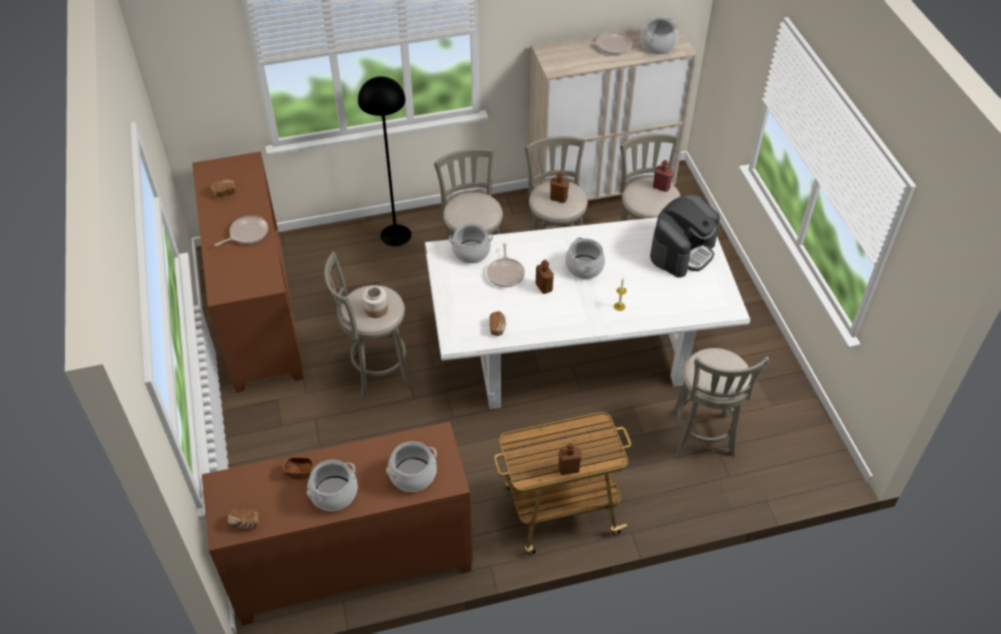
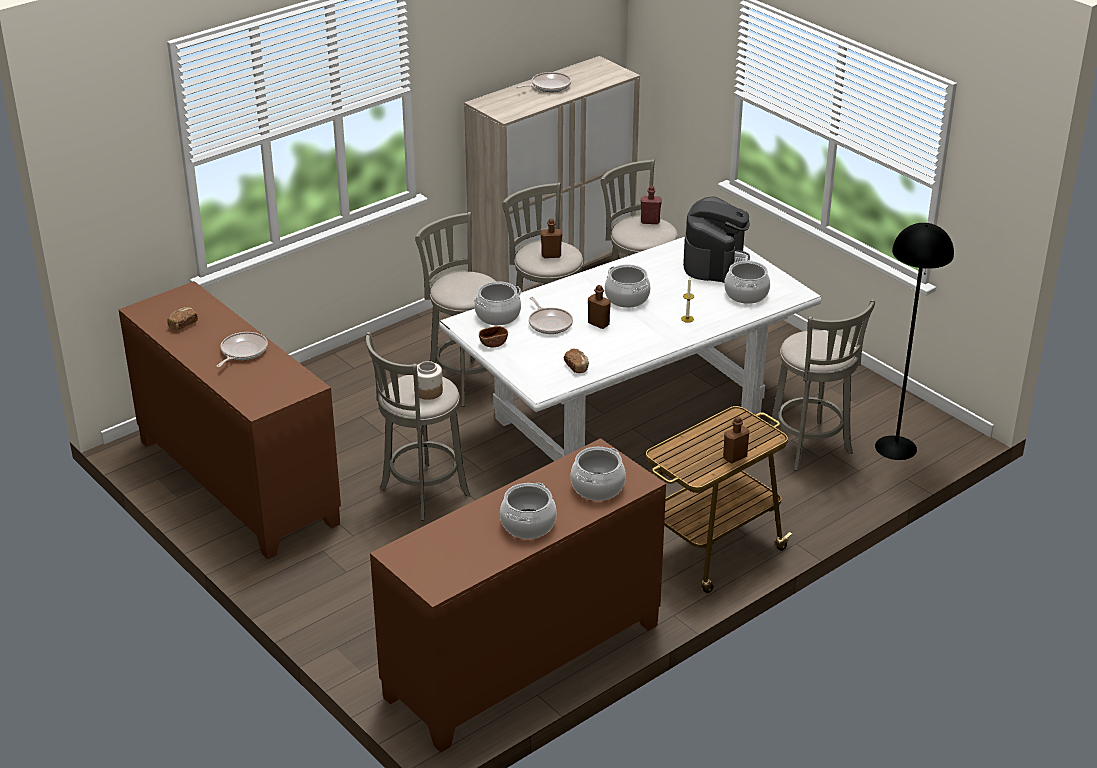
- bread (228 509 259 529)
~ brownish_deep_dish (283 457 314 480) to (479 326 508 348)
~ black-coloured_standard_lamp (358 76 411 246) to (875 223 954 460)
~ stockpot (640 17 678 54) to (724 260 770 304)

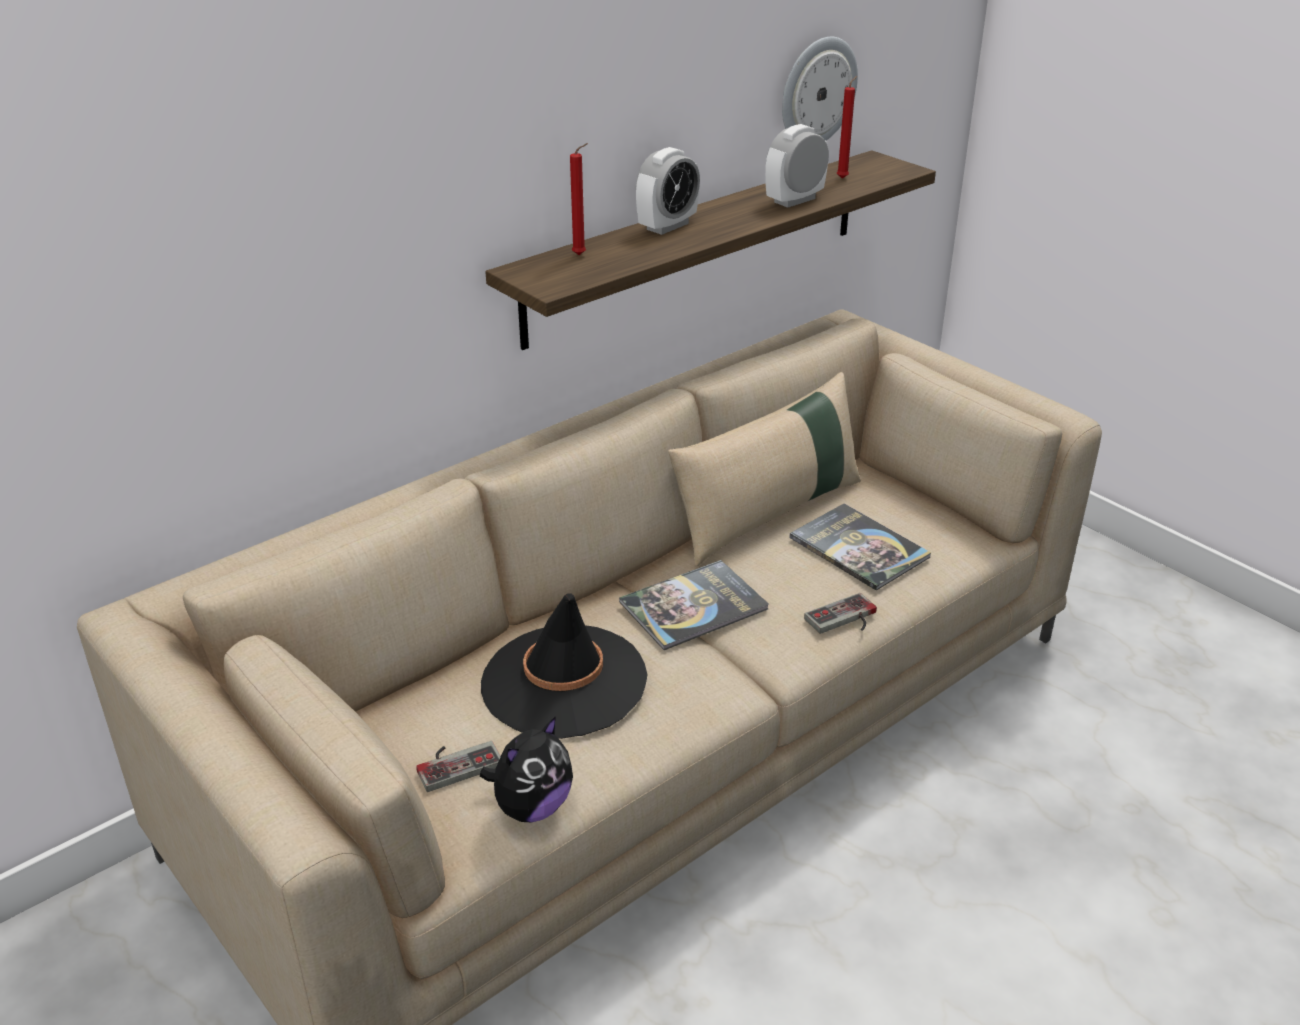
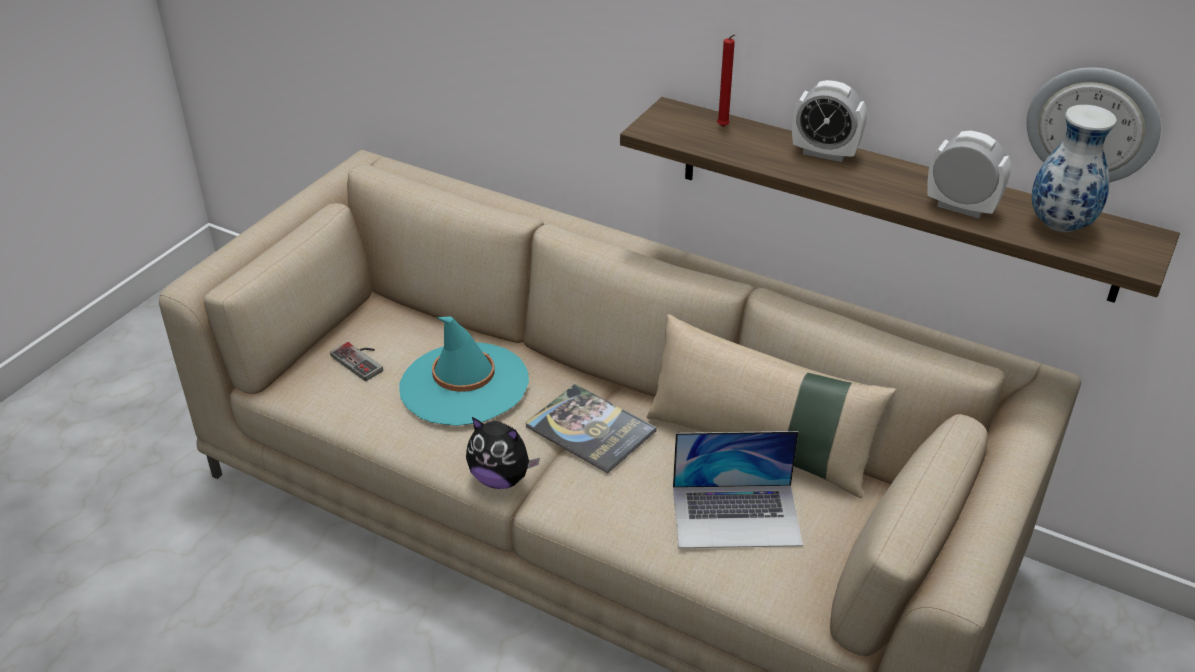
~ soft_toy (480 716 573 822) to (466 417 540 489)
~ black-coloured_wearable_hat (481 593 647 739) to turquoise_wearable_hat (399 317 529 426)
~ bound_book (789 503 931 590) to portable_computer (673 431 803 548)
- game_controller (804 593 877 634)
~ red_wax_candle (837 76 857 179) to decorative_vase (1032 105 1117 232)

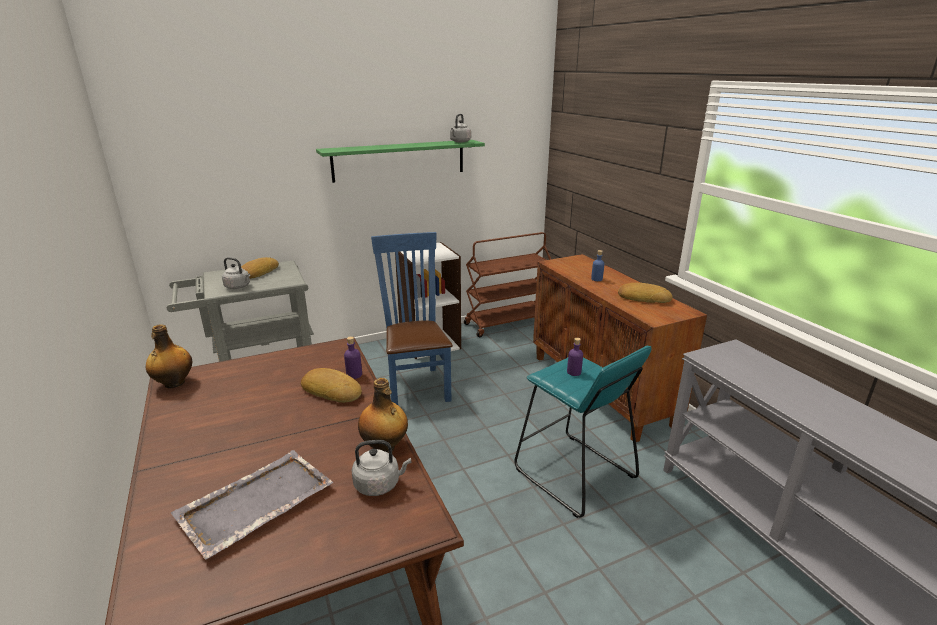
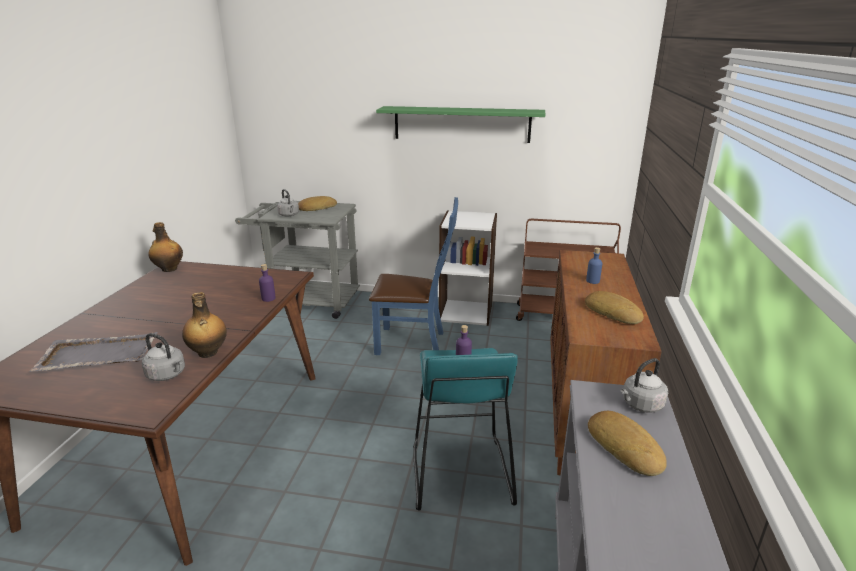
~ bread (301 368 362 403) to (588 411 667 476)
~ bluish_upright_chair (371 232 453 405) = (369 197 458 355) 75 degrees clockwise
~ gray_tea_kettle (450 114 471 142) to (621 358 668 413)

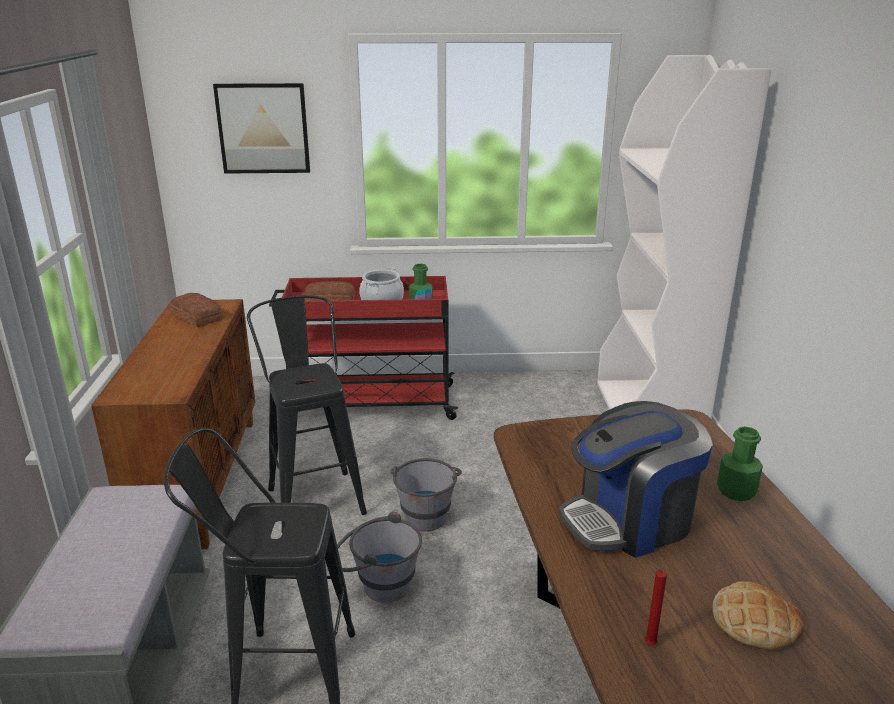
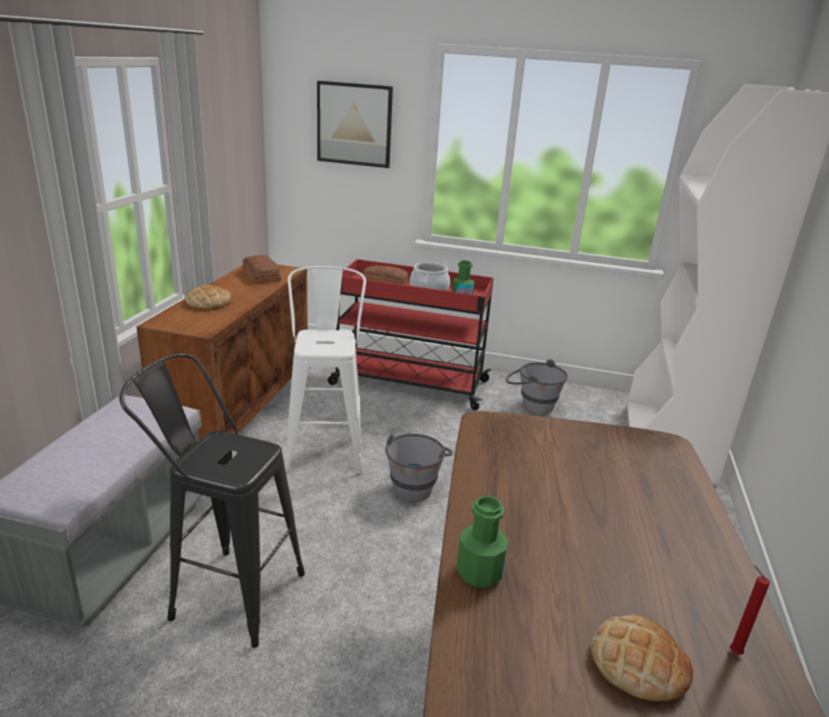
~ black-coloured_stool (247 295 367 533) to white_stool (285 266 366 474)
~ gray_water_bucket (337 512 422 603) to (506 359 568 414)
- coffee_maker (559 401 713 558)
~ red_wax_candle (645 562 667 645) to (730 565 770 655)
~ green_beverage_bottle (717 426 763 501) to (456 496 508 588)
+ bread (186 285 232 309)

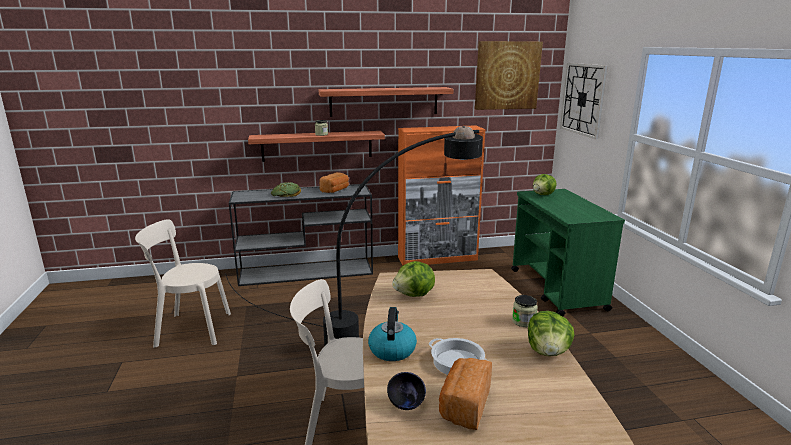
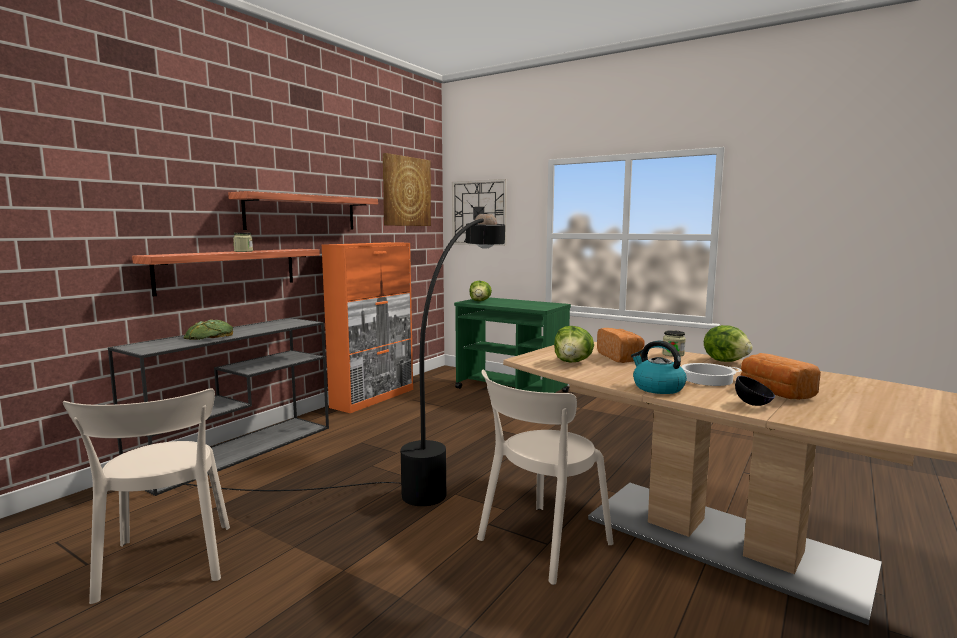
~ beige_upright_chair (135 219 231 348) = (63 388 230 604) 60 degrees counterclockwise
~ bread (319 172 349 193) to (597 328 645 363)

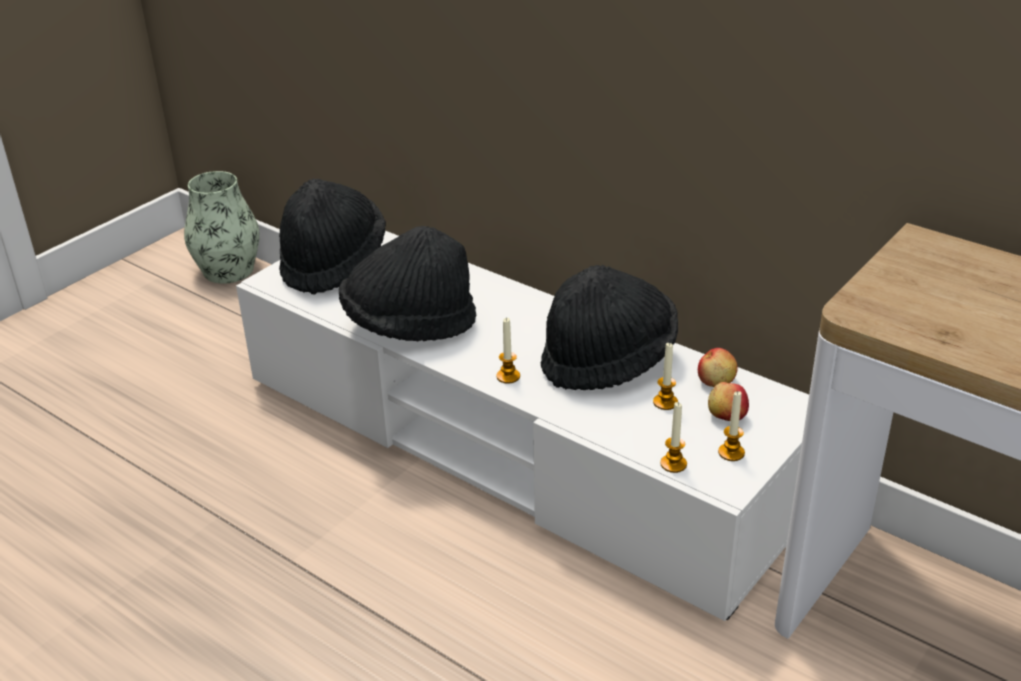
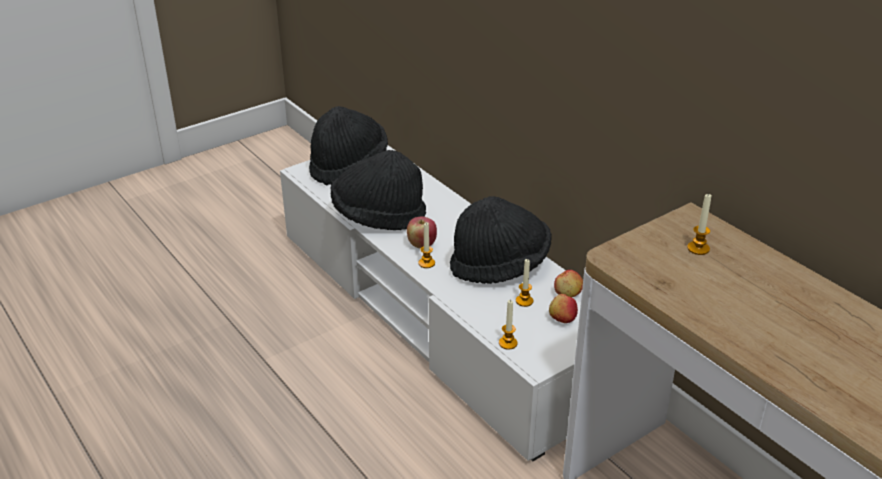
- decorative_vase (184 171 260 284)
~ wax_candle (718 391 745 461) to (687 193 712 255)
+ apple (407 217 437 249)

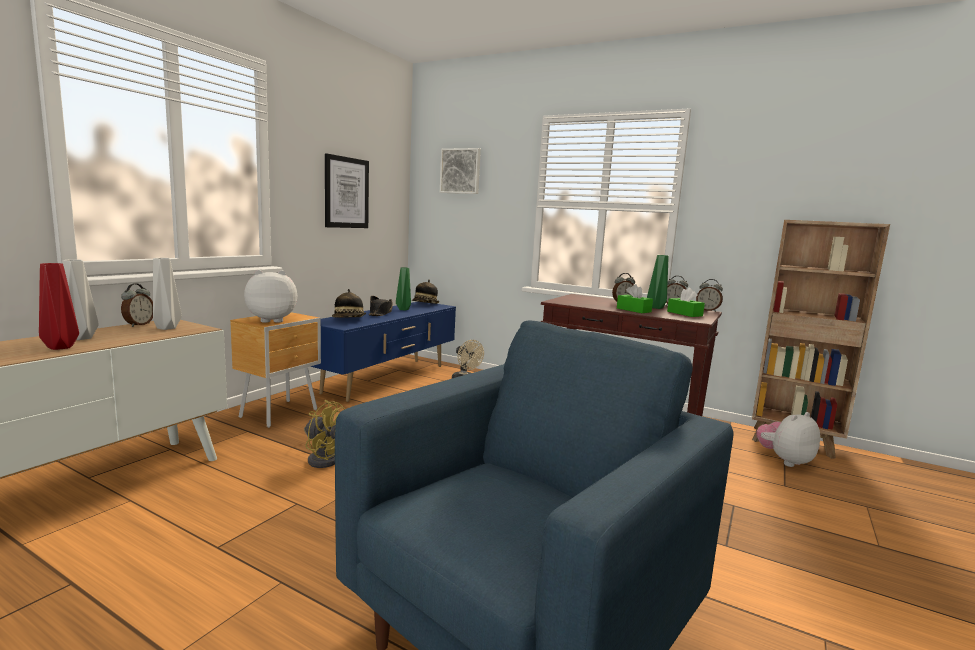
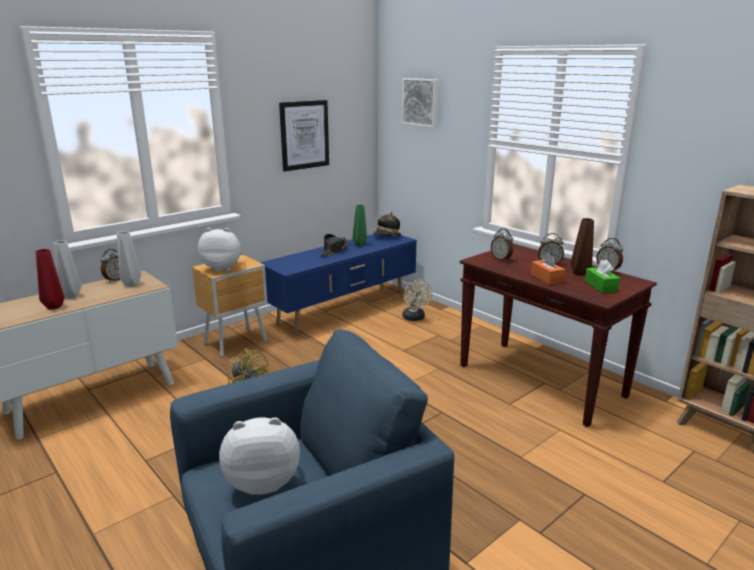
- wearable_hat (332 289 366 318)
~ green_tissue_box (617 284 653 313) to orange-coloured_tissue_box (531 252 565 285)
~ green_decorative_vase (647 255 669 309) to brownish_decorative_vase (571 218 594 276)
~ table_clock (696 279 723 312) to (491 229 513 261)
~ soft_toy (756 412 820 467) to (219 417 300 495)

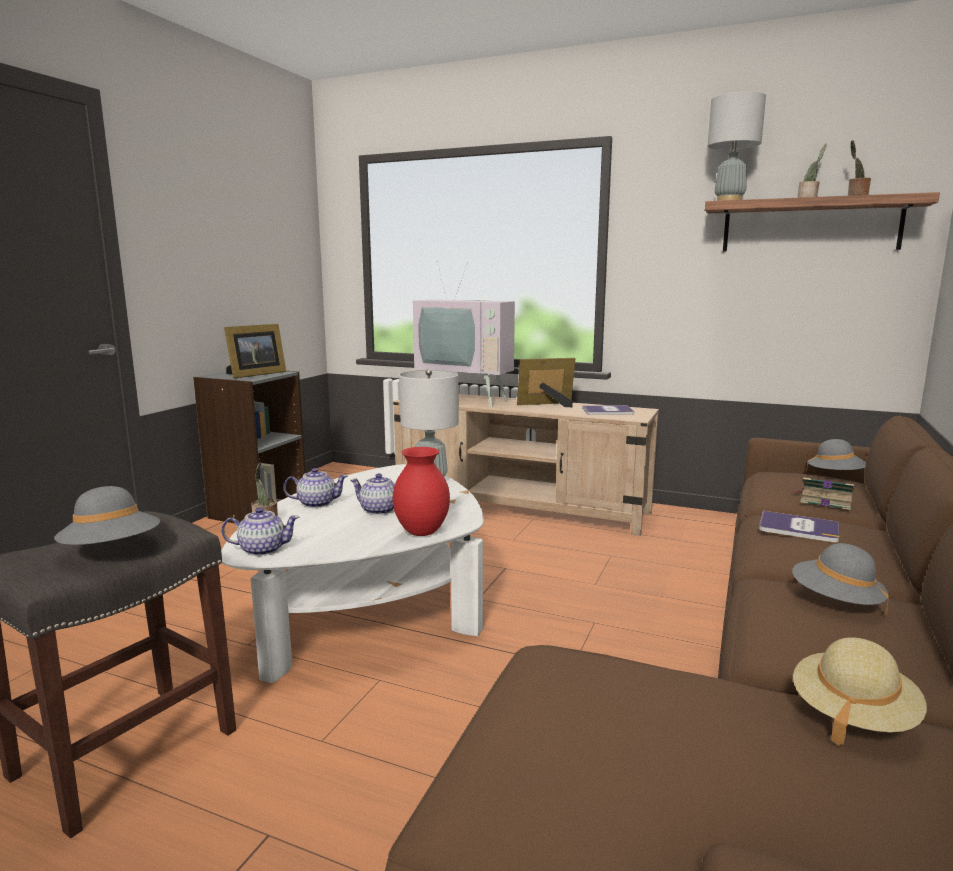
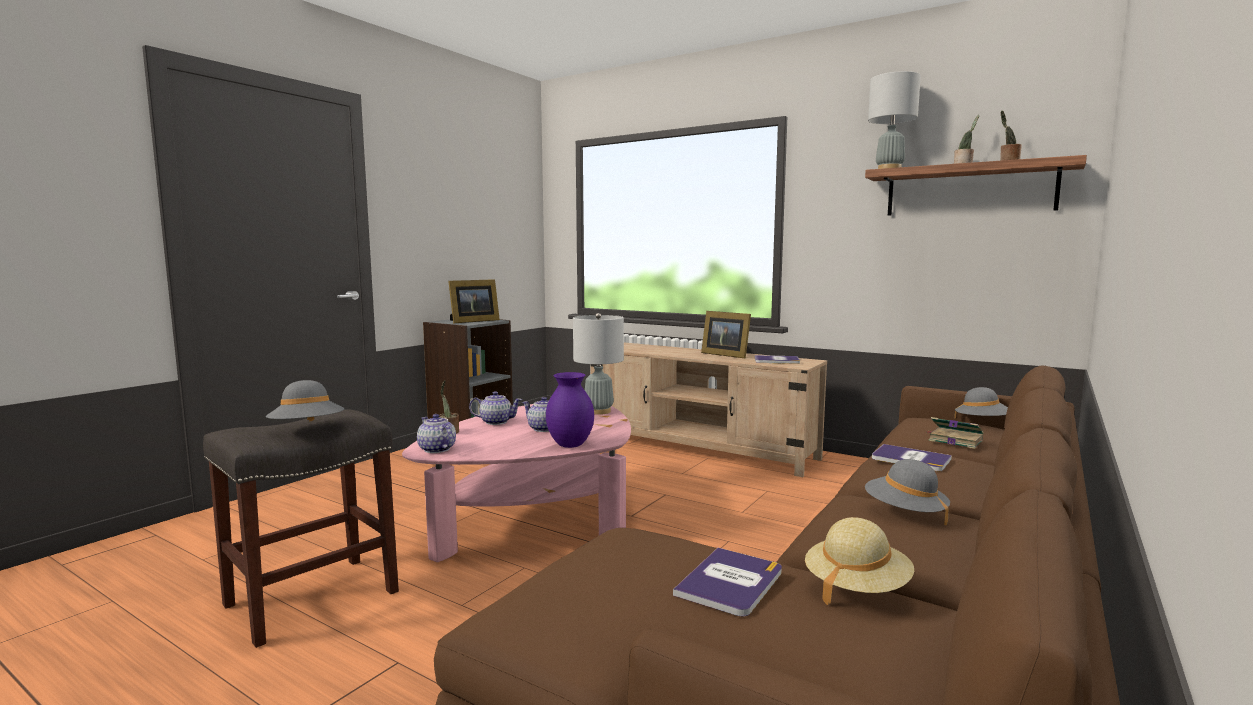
~ white_low_table (221 464 483 683) to pink_low_table (402 404 631 562)
~ pot_for_tea (221 507 299 556) = (417 414 456 453) 135 degrees counterclockwise
~ red_decorative_vase (393 447 450 536) to purple-coloured_decorative_vase (546 372 594 448)
- television (413 260 515 408)
~ picture_frame (517 358 576 407) = (701 311 751 359) 135 degrees counterclockwise
+ bound_book (673 548 782 616)

